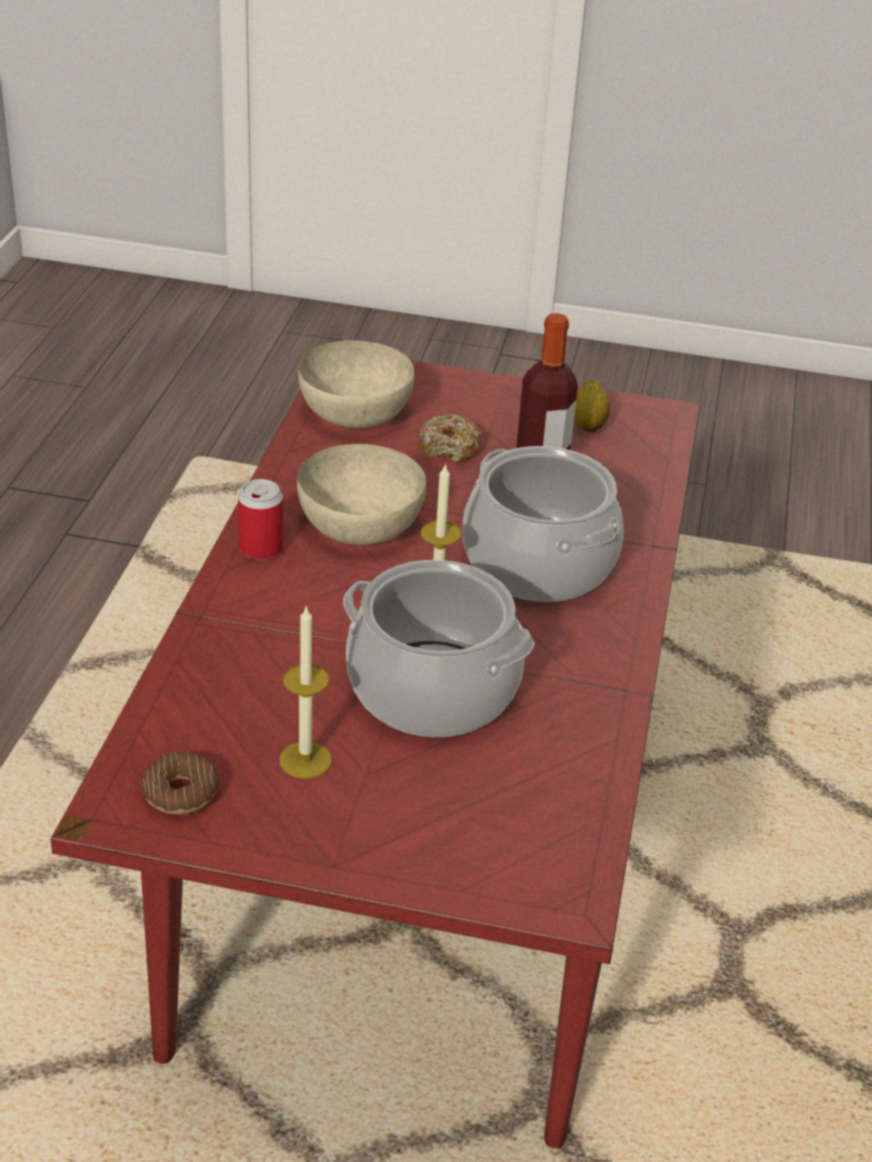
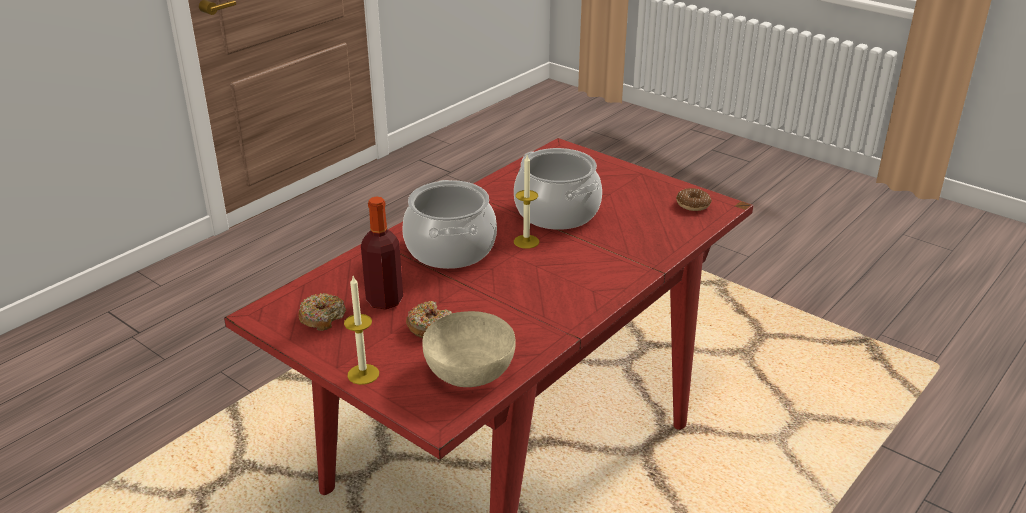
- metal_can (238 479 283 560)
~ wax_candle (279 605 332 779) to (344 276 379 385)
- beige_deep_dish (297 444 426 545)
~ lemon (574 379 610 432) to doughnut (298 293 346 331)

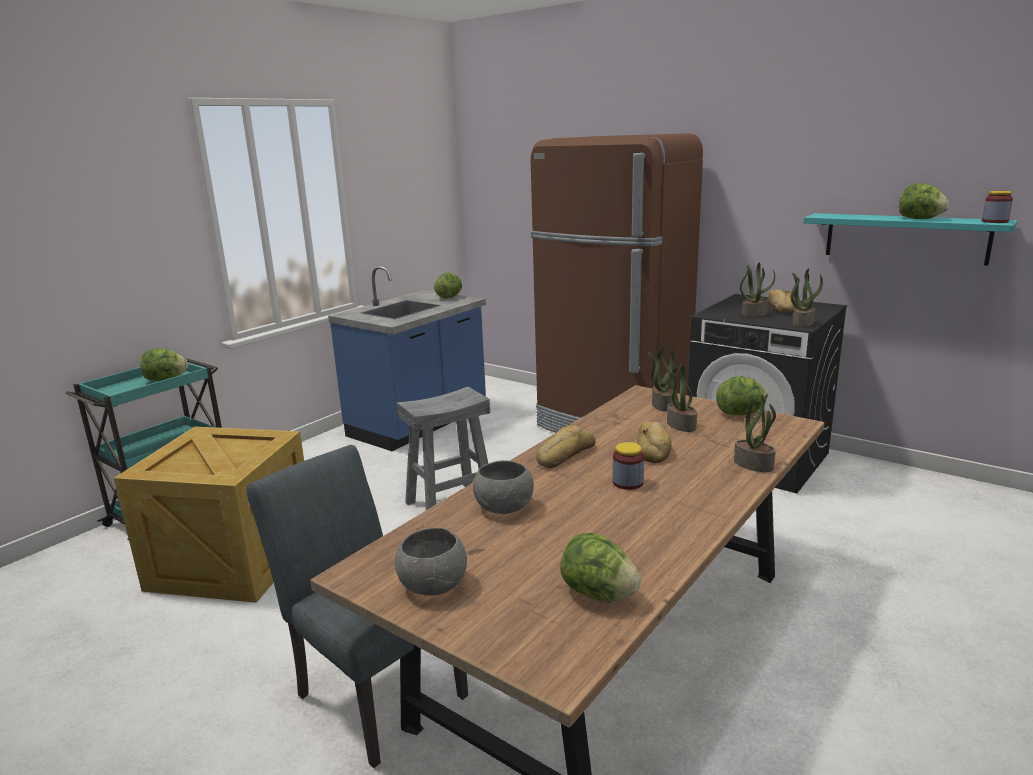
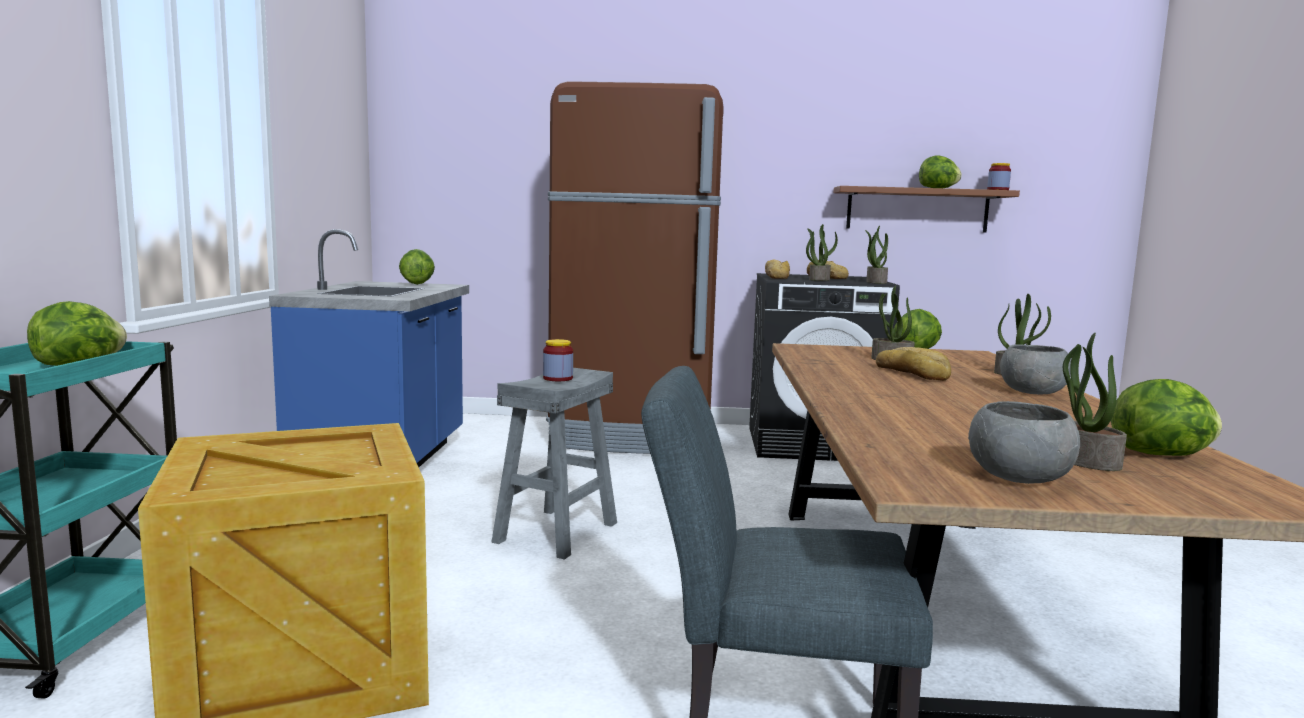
~ gray_deep_dish (473 460 534 514) to (1000 344 1071 394)
~ bread (536 425 596 468) to (765 260 790 279)
~ preserve_jar (612 442 644 490) to (543 339 573 381)
~ plant_in_a_pot (648 346 674 411) to (1063 333 1127 471)
~ turquoise_shelf (803 213 1017 266) to brownish_shelf (833 186 1020 233)

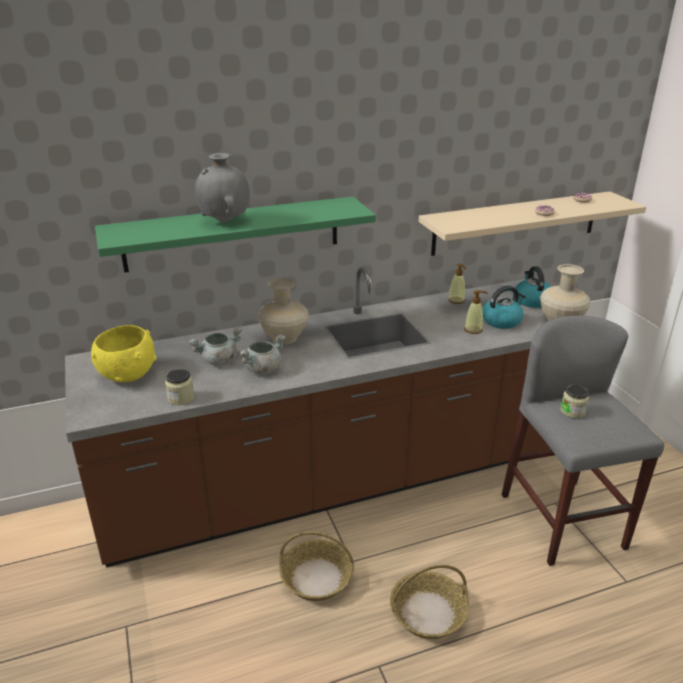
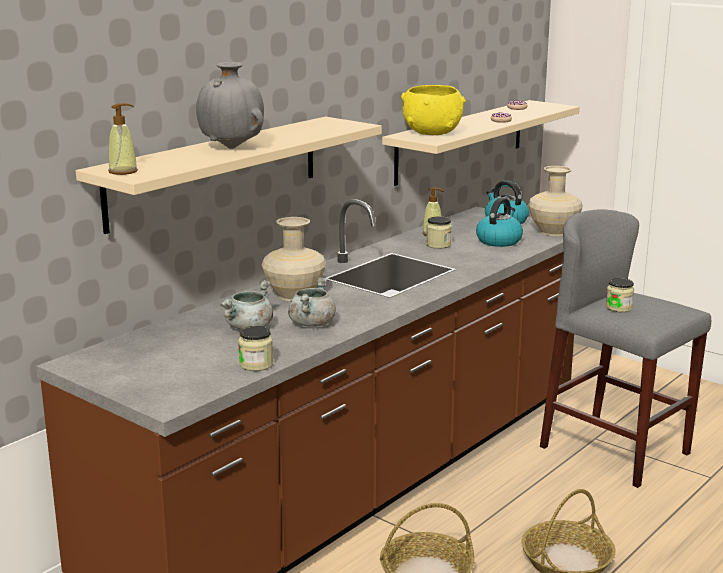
~ yellow_deep_dish (91 325 157 382) to (401 85 466 135)
~ green_shelf (95 196 376 273) to beige_shelf (76 116 382 234)
~ liquid_soap_bottle (464 290 488 334) to (108 103 138 175)
+ preserve_jar (426 216 452 249)

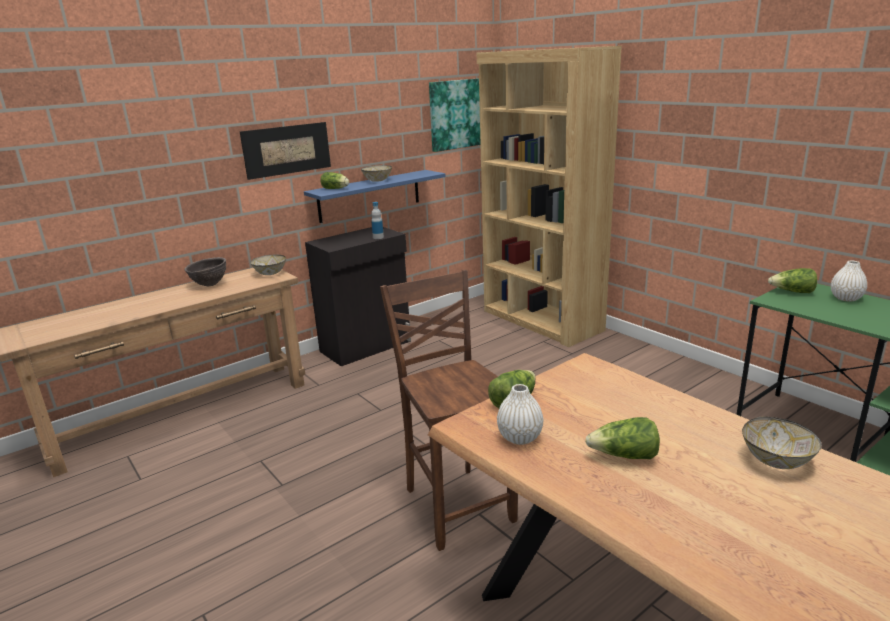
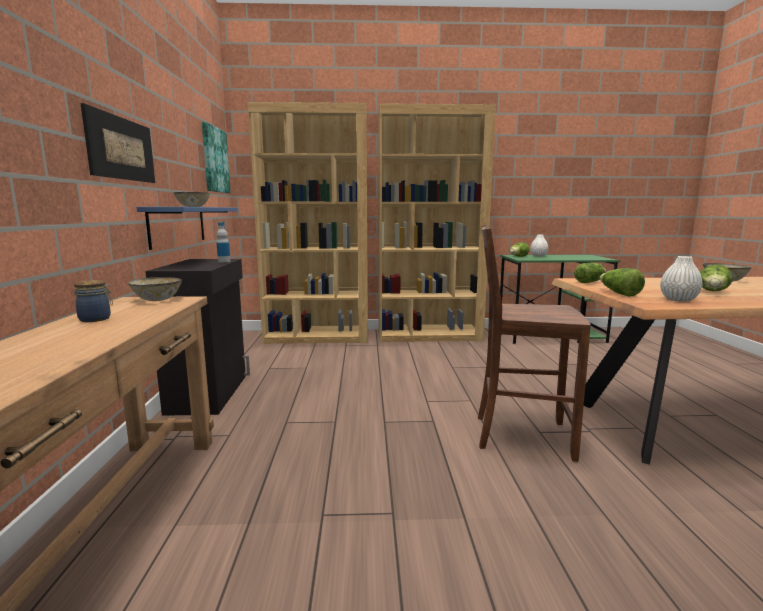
~ brownish_deep_dish (184 257 226 287) to preserve_jar (74 280 113 322)
~ lettuce_head (320 172 349 189) to (574 263 606 283)
+ brownish_bookcase (378 103 496 342)

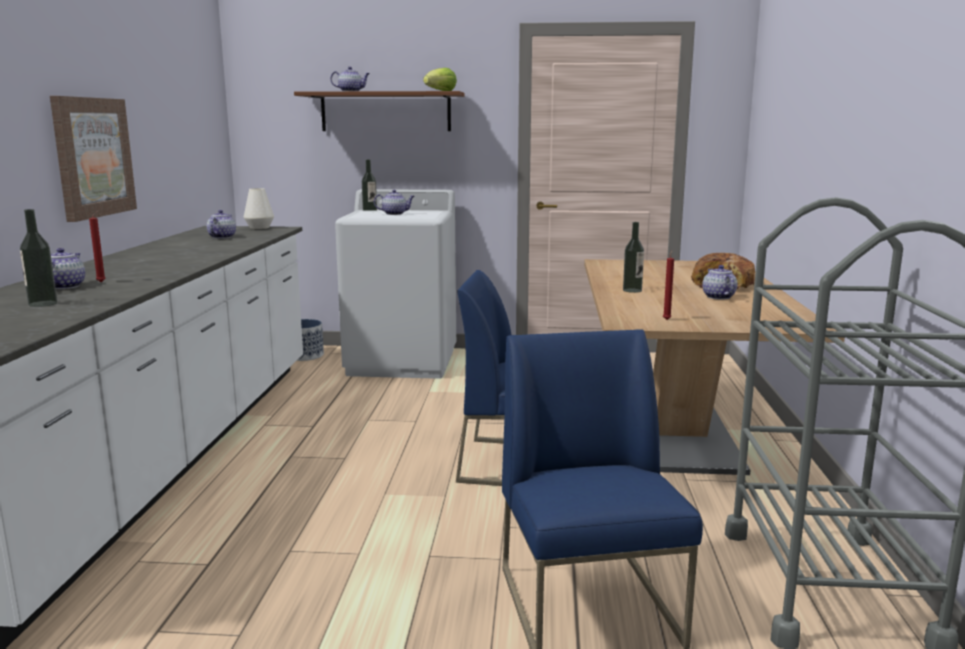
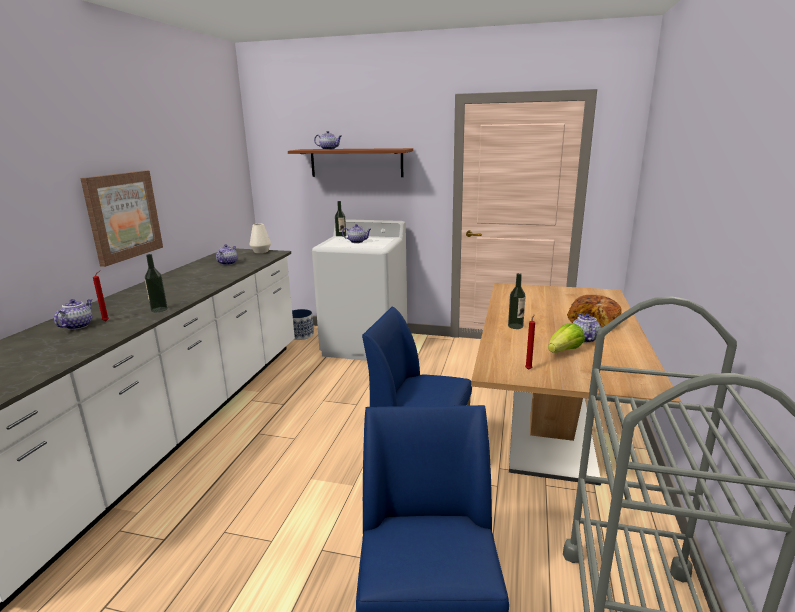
~ beverage_bottle (20 209 57 307) to (145 254 168 312)
~ lettuce_head (423 68 457 91) to (548 323 585 353)

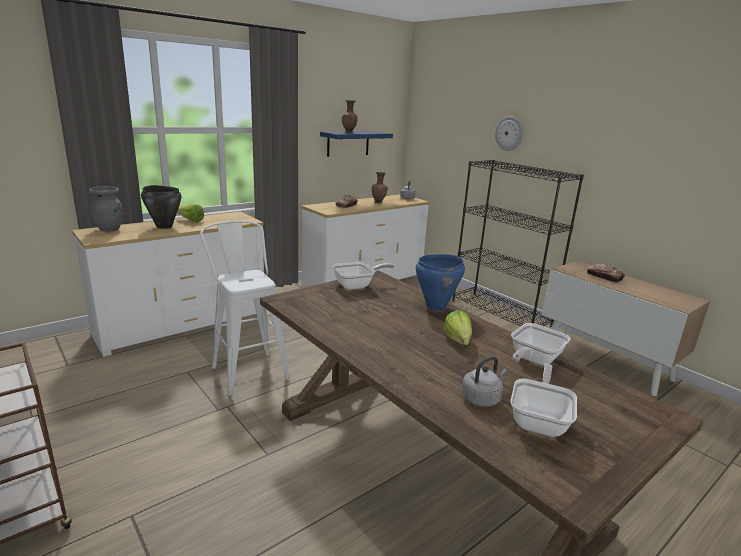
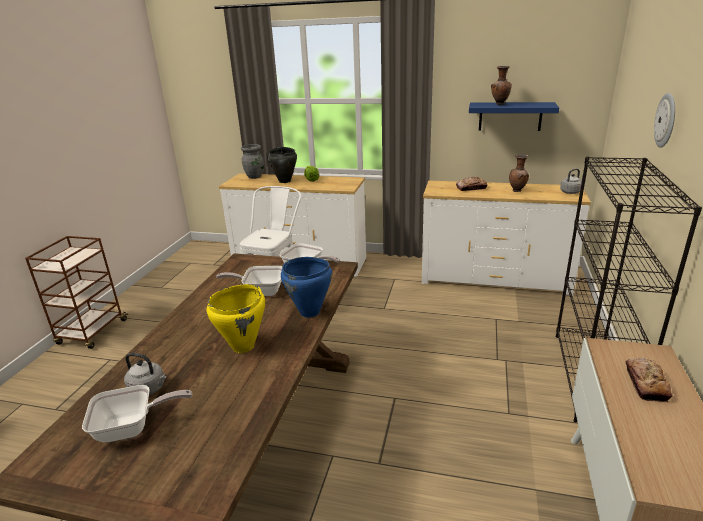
~ lettuce_head (443 310 472 345) to yellow_stockpot (206 284 265 353)
~ frying_pan (511 323 571 366) to (216 266 282 296)

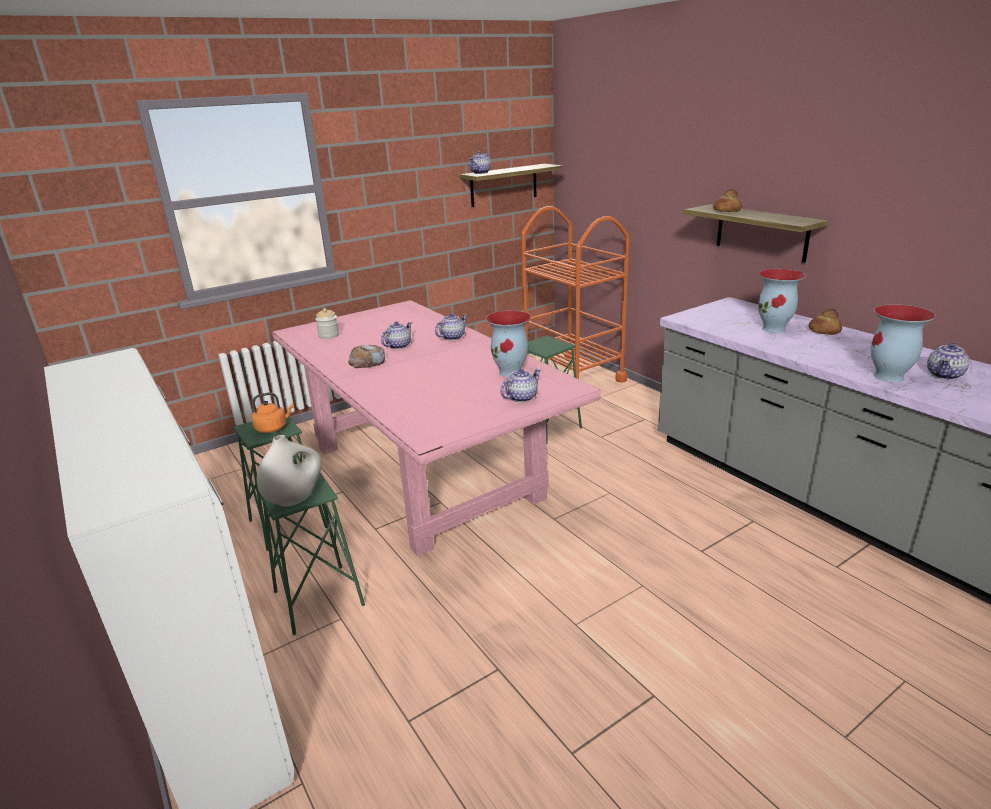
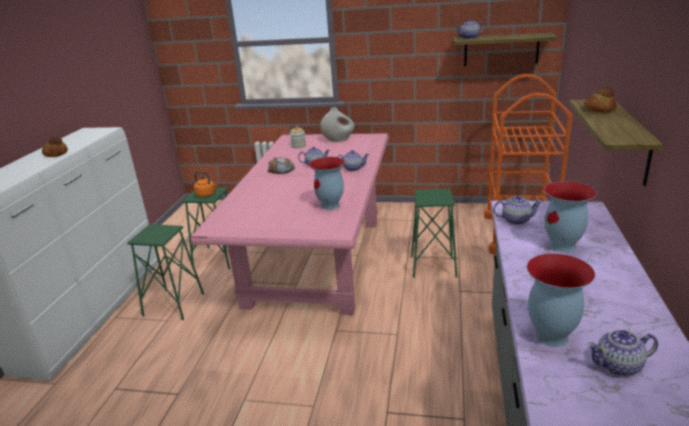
~ white_decorative_vase (257 435 322 507) to (320 107 355 142)
~ pot_for_tea (500 369 541 402) to (493 195 542 225)
~ bread (809 309 842 335) to (42 136 68 157)

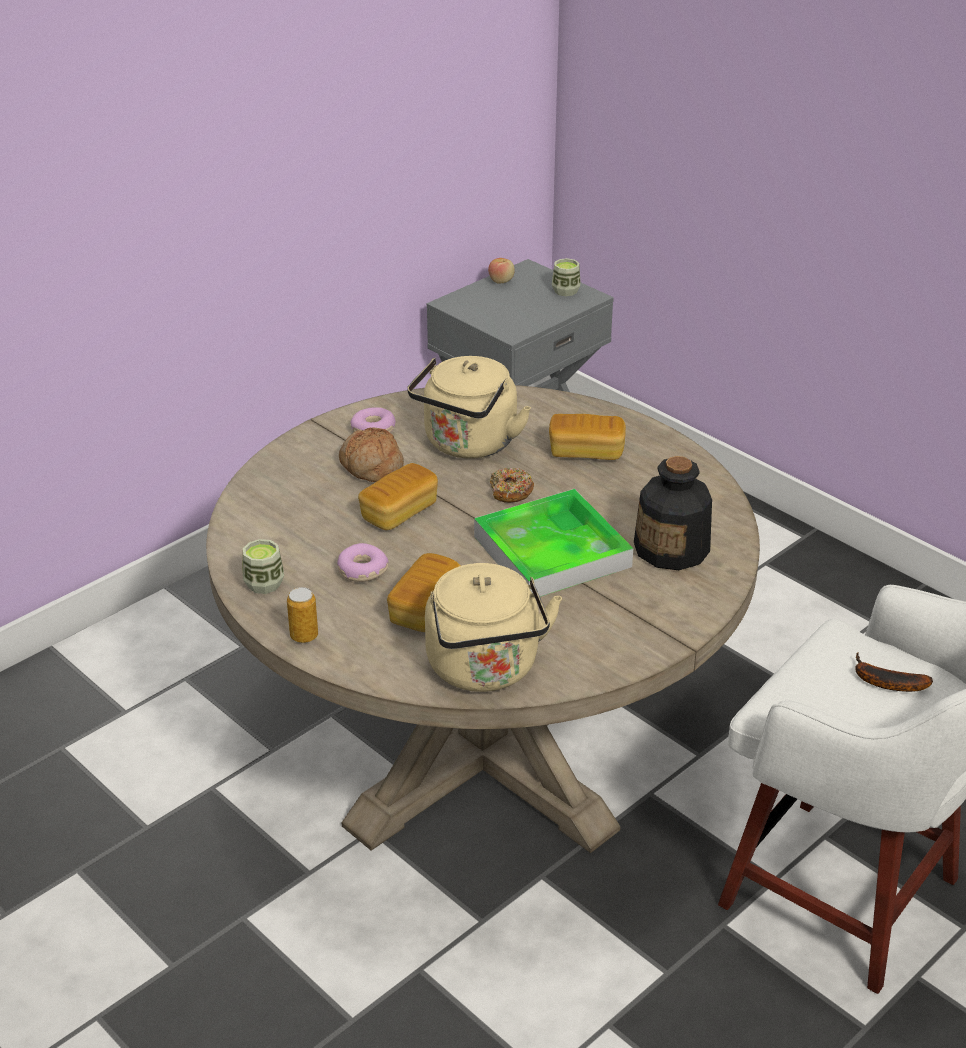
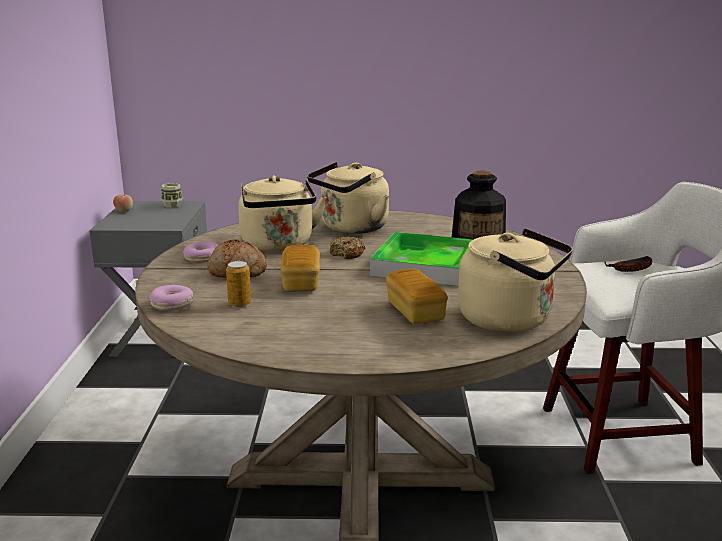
- cup (243 539 284 594)
~ metal_can (287 587 318 643) to (226 261 251 308)
~ doughnut (337 543 389 582) to (149 285 194 311)
~ bread (549 414 626 460) to beige_tea_kettle (307 162 389 234)

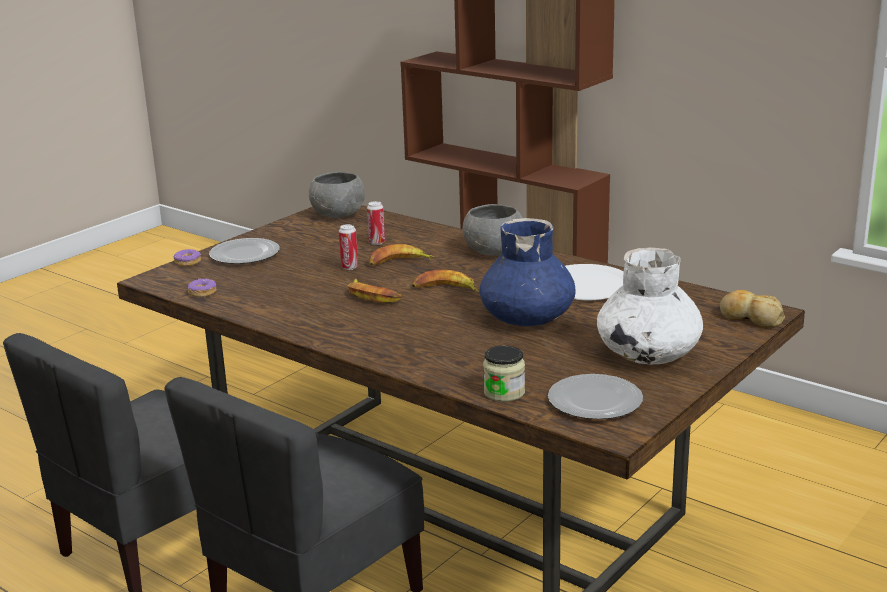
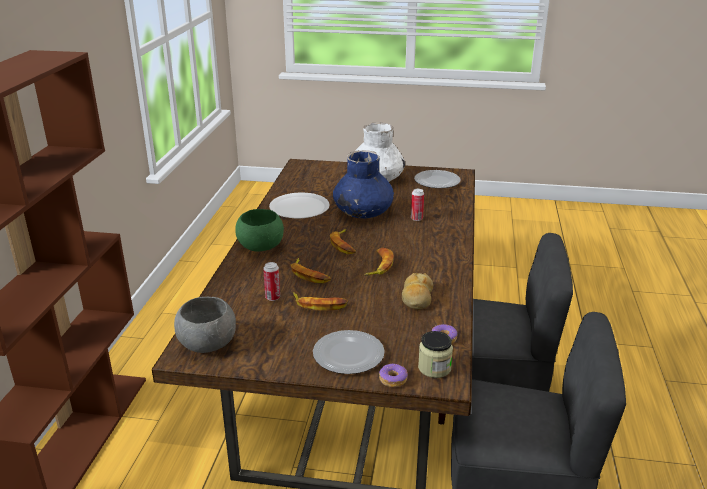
~ metal_can (339 224 358 270) to (411 189 424 221)
~ gray_deep_dish (463 204 522 256) to green_deep_dish (235 209 284 251)
~ preserve_jar (483 345 525 402) to (418 331 453 378)
~ bread (720 290 785 328) to (402 273 433 310)
+ banana_fruit (293 292 348 311)

